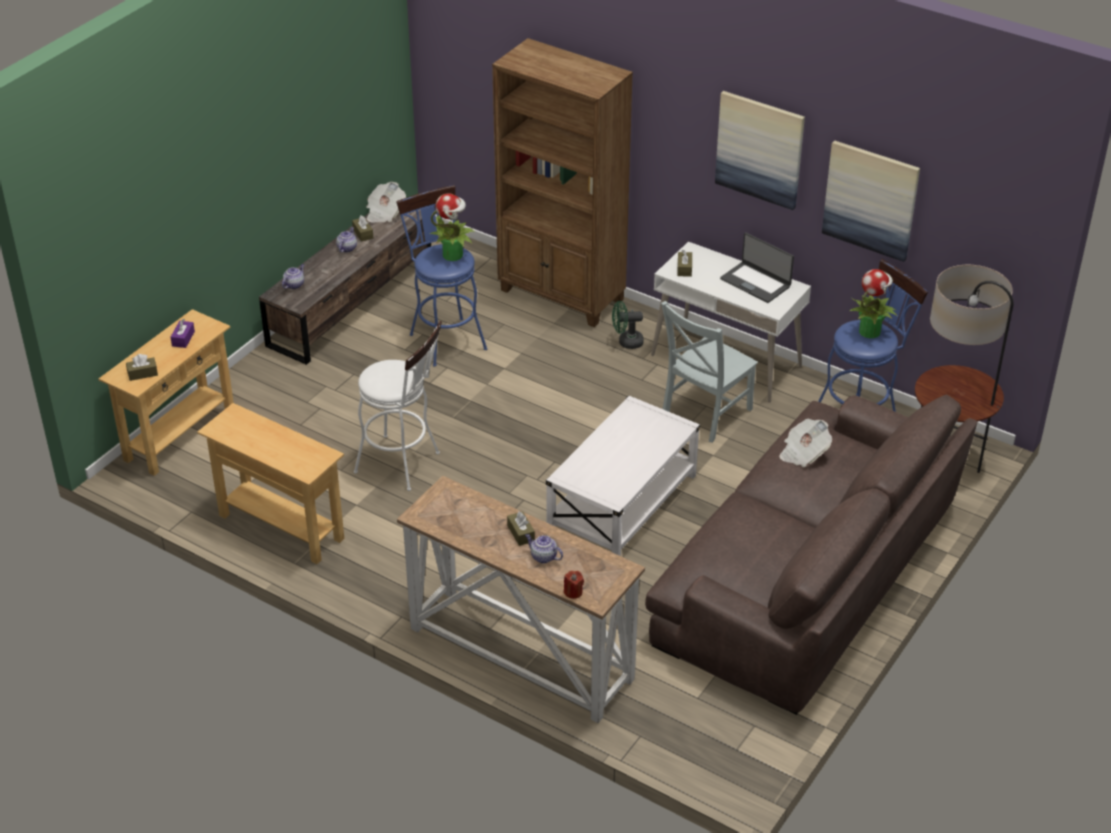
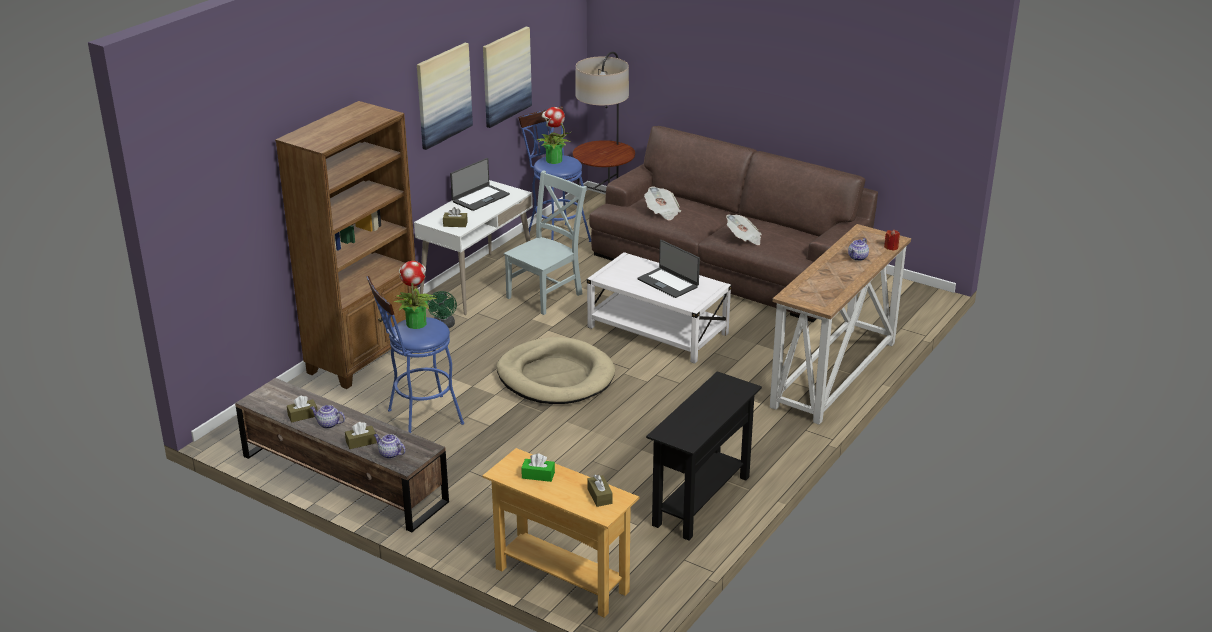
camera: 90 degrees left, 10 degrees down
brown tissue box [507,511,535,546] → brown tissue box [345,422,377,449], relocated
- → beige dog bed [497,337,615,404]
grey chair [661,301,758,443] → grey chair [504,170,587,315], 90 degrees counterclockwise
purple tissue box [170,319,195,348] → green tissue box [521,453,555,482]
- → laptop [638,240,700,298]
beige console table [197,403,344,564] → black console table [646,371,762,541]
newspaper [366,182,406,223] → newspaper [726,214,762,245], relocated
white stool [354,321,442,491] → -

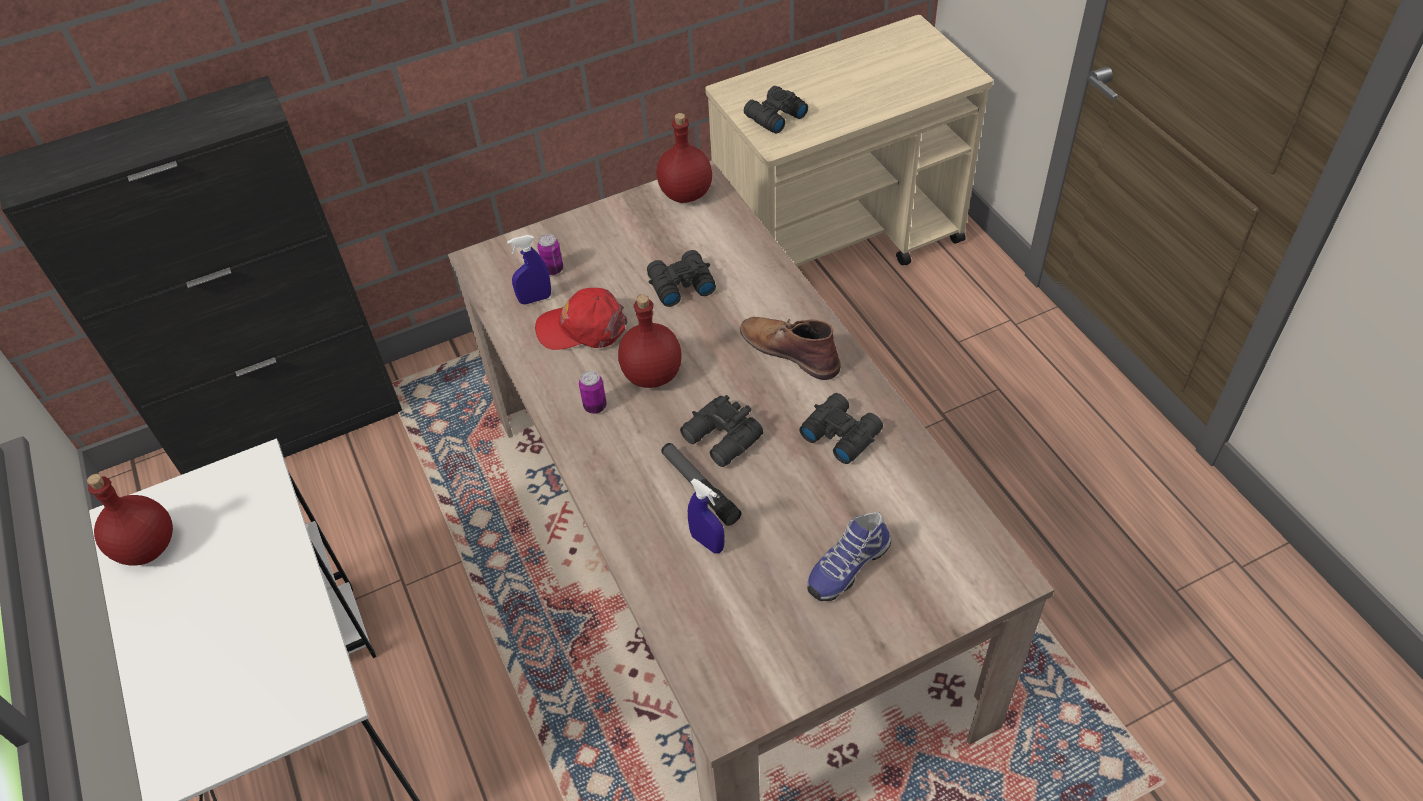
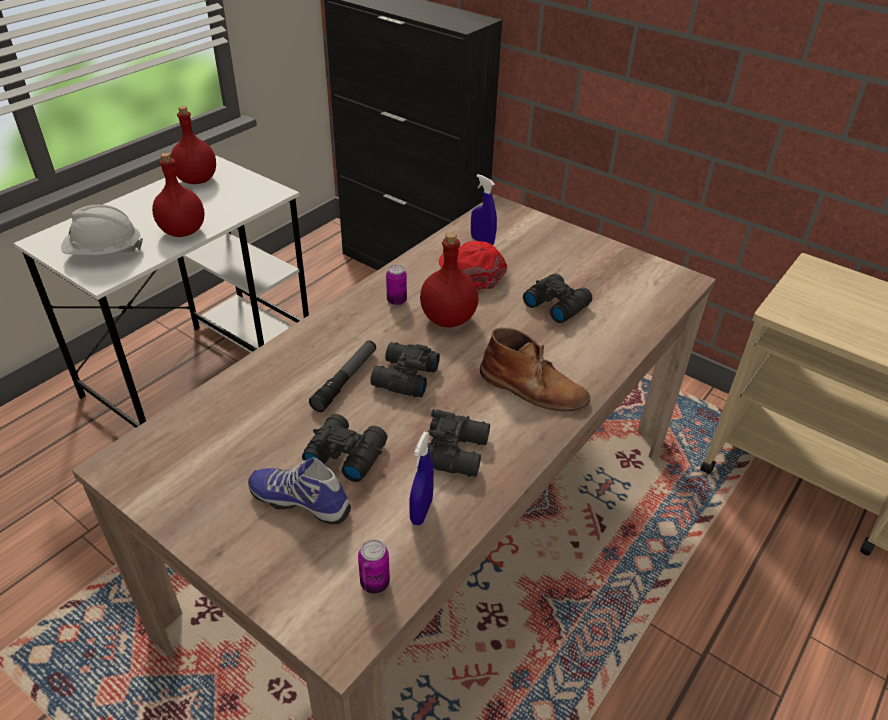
camera: 60 degrees right, 10 degrees down
- → white hard hat [61,205,143,255]
red bottle [657,113,712,203] → red bottle [152,153,205,237], relocated
black binoculars [744,86,808,134] → black binoculars [302,414,387,482], relocated
can [537,234,563,275] → can [358,540,390,594], relocated
blue spray bottle [688,479,725,554] → blue spray bottle [409,432,434,525], relocated
brown boot [740,317,841,380] → brown boot [480,328,590,411], 105 degrees clockwise

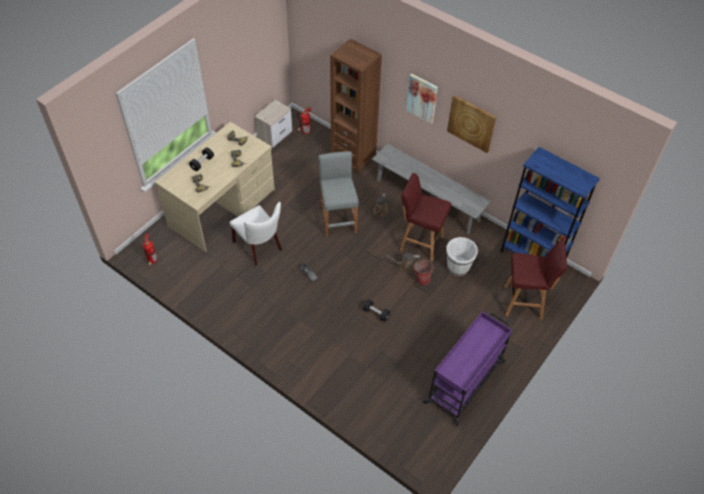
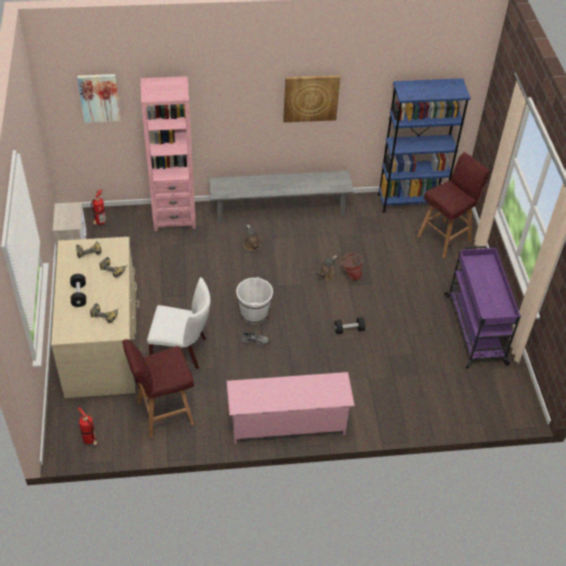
camera: 45 degrees left, 5 degrees down
picture [406,73,438,124] → picture [77,74,121,123], relocated
red stool [400,173,451,262] → red stool [122,339,194,438], relocated
brown bookcase [330,38,382,175] → pink bookcase [141,76,196,231]
- → pink shoe rack [226,372,355,444]
white bucket [446,237,478,276] → white bucket [236,277,273,324], relocated
grey stool [318,151,359,237] → -

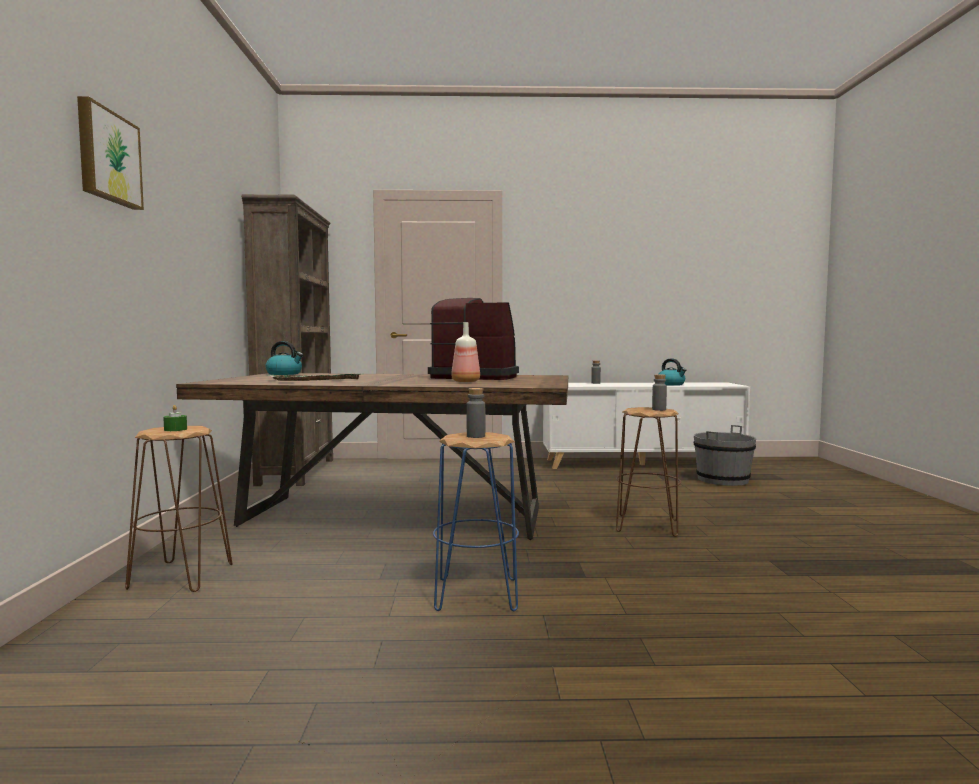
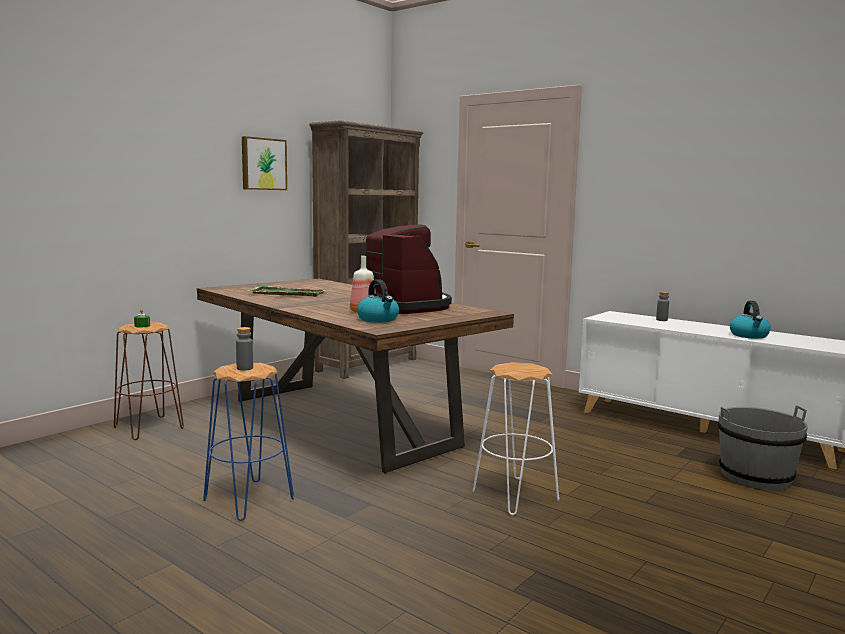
camera: 40 degrees right, 5 degrees up
picture [77,96,144,210] → picture [242,136,287,190], relocated
kettle [265,341,303,375] → kettle [357,279,399,322], relocated
brown stool [616,407,681,537] → white stool [472,362,559,515]
grey bottle [652,374,667,411] → -

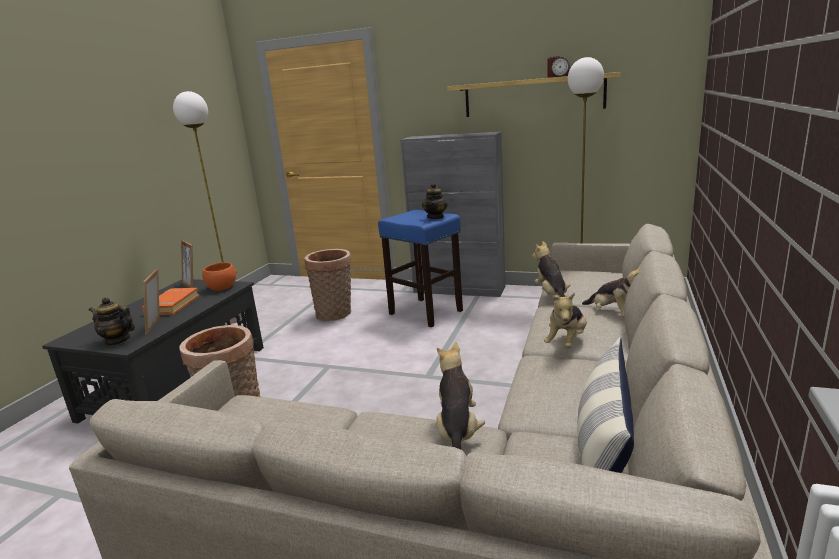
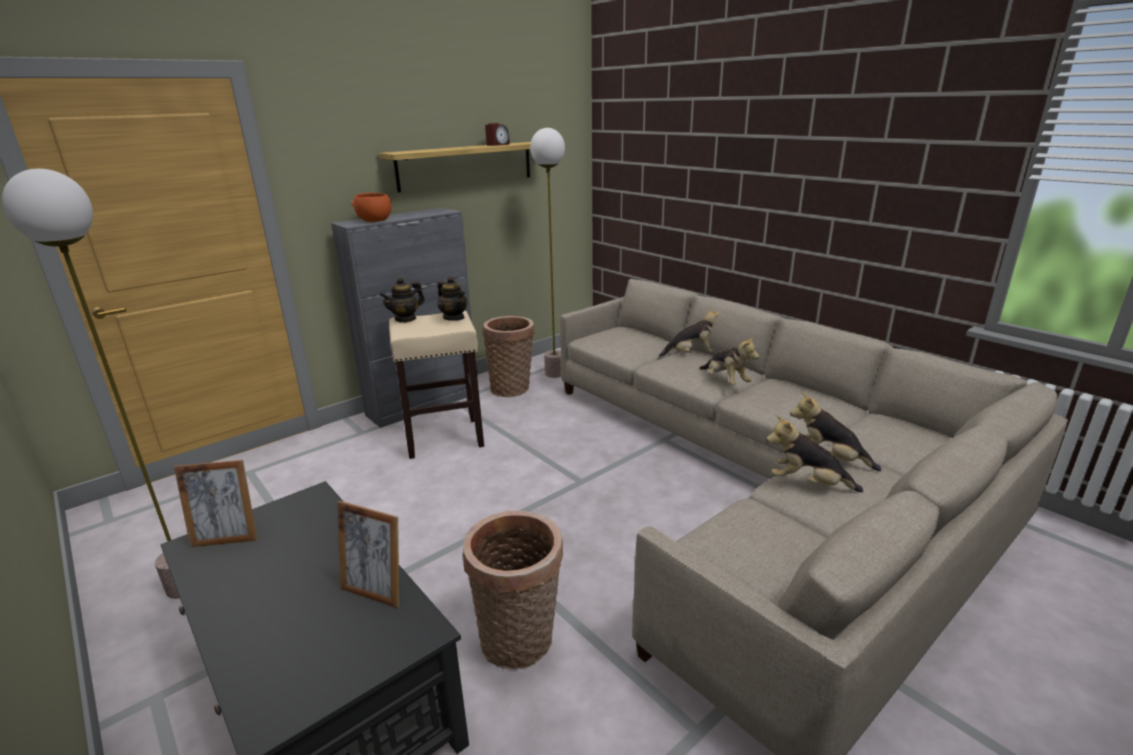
camera: 60 degrees left, 5 degrees up
orange bowl [202,262,237,291] → orange bowl [351,193,392,222], relocated
teapot [89,297,135,346] → teapot [380,277,425,323], relocated
blue stool [378,210,463,327] → beige stool [389,311,484,459]
basket [305,249,352,321] → basket [483,316,535,397], relocated
plush toy [532,241,570,297] → plush toy [766,415,863,492], relocated
orange book [142,288,199,315] → -
pillow [577,337,634,473] → -

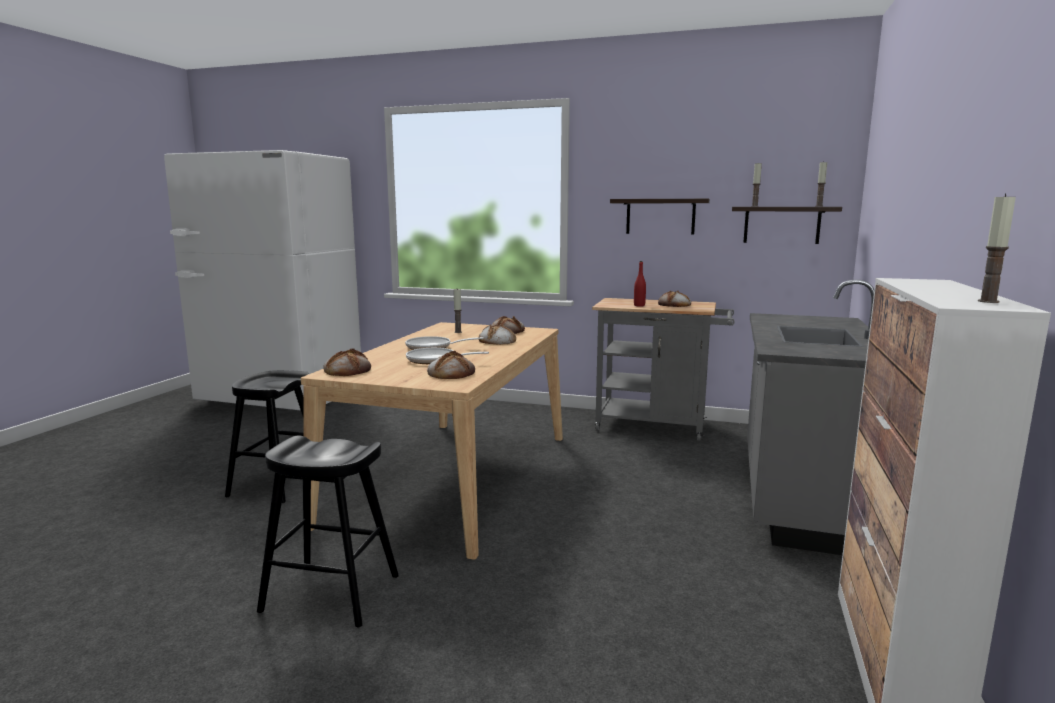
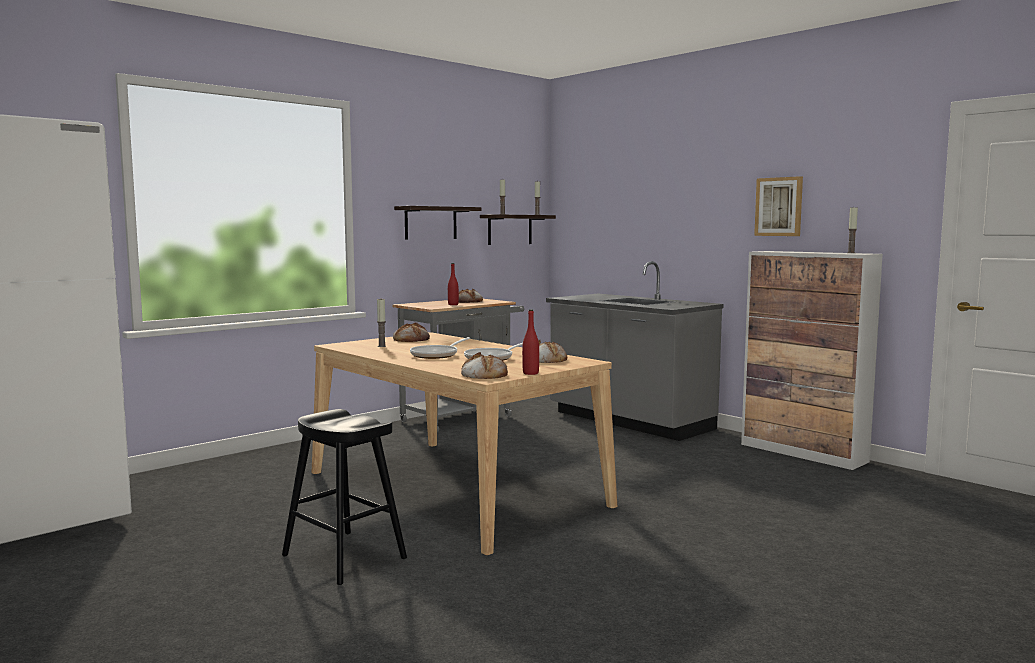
camera: 60 degrees left, 5 degrees down
- → red bottle [522,309,539,375]
- → picture [754,176,803,236]
black stool [257,436,399,627] → -
bread [479,324,516,344] → -

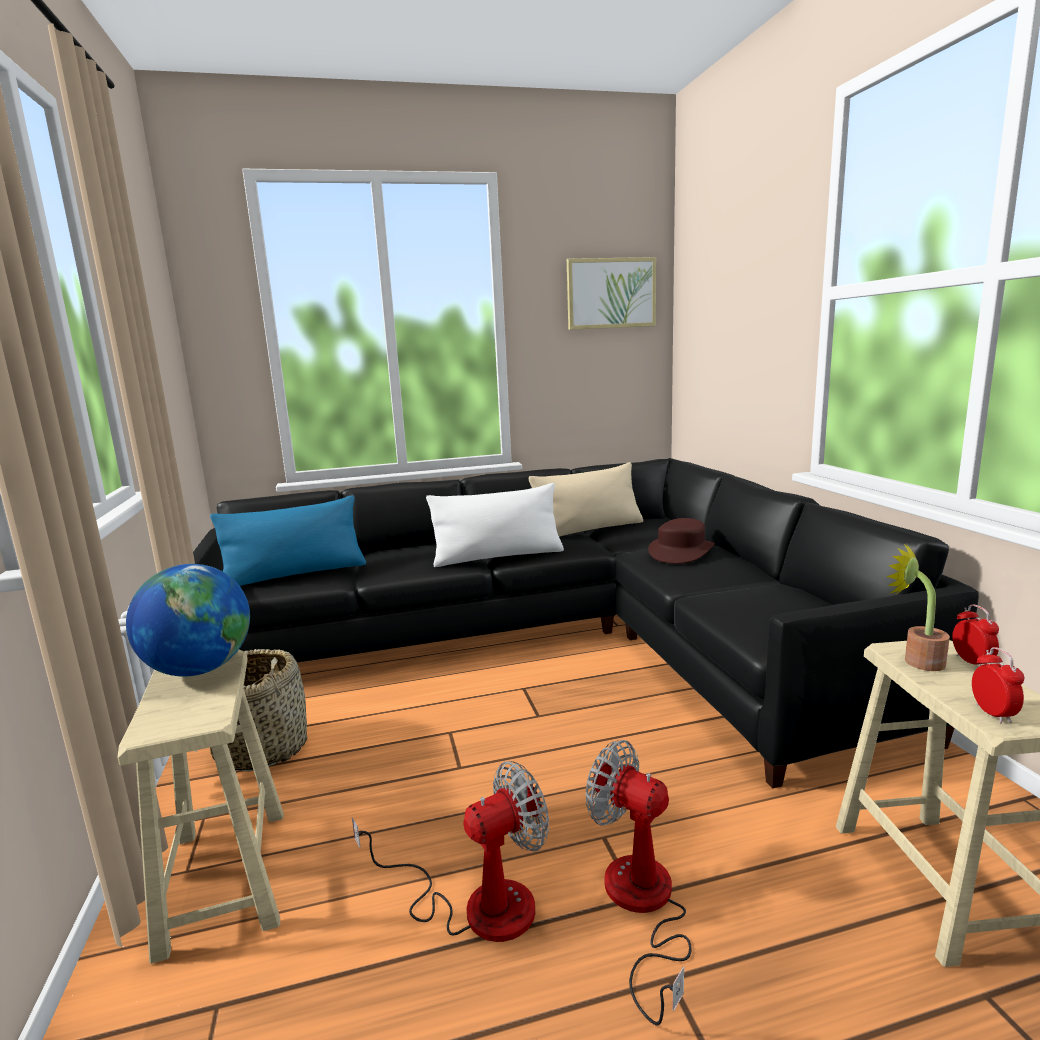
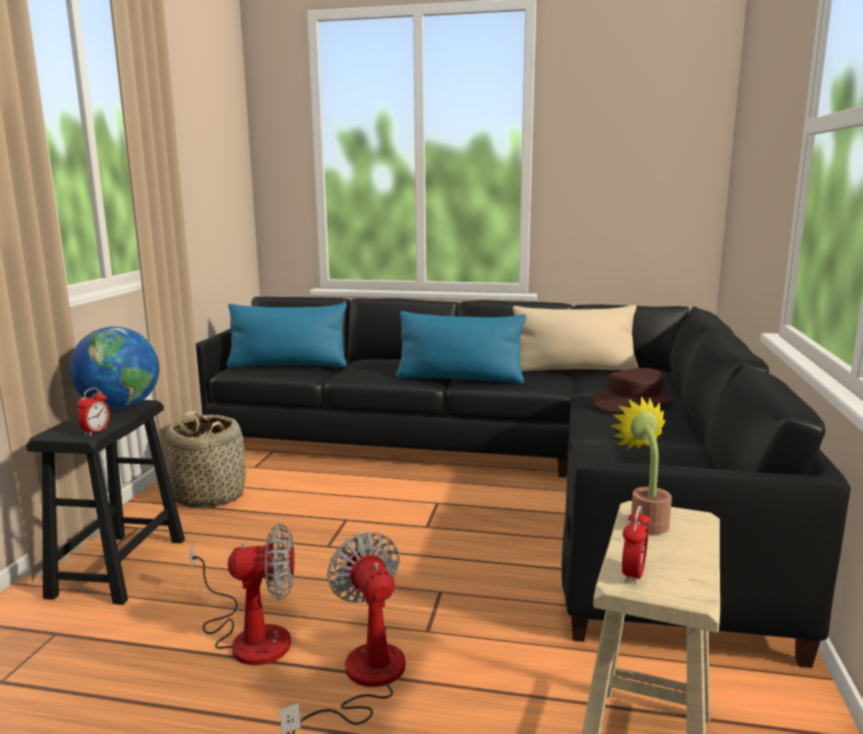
camera: 25 degrees right, 0 degrees up
beige stool [117,650,284,964] → black stool [26,400,185,605]
alarm clock [952,604,999,667] → alarm clock [77,388,110,436], relocated
white pillow [426,483,564,567] → blue pillow [396,311,527,384]
picture [567,257,656,330] → -

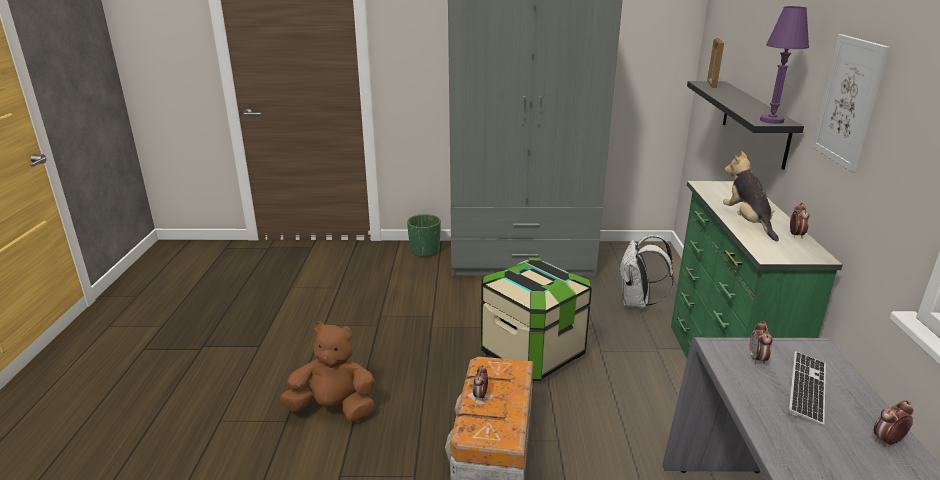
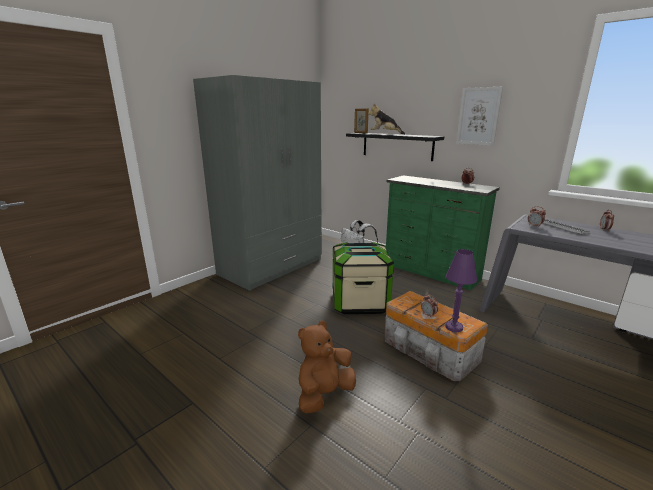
camera: 50 degrees left, 5 degrees down
plush toy [723,151,779,241] → plush toy [368,103,405,135], relocated
purple table lamp [760,6,809,124] → purple table lamp [445,249,477,332], relocated
green planter [407,214,441,256] → -

